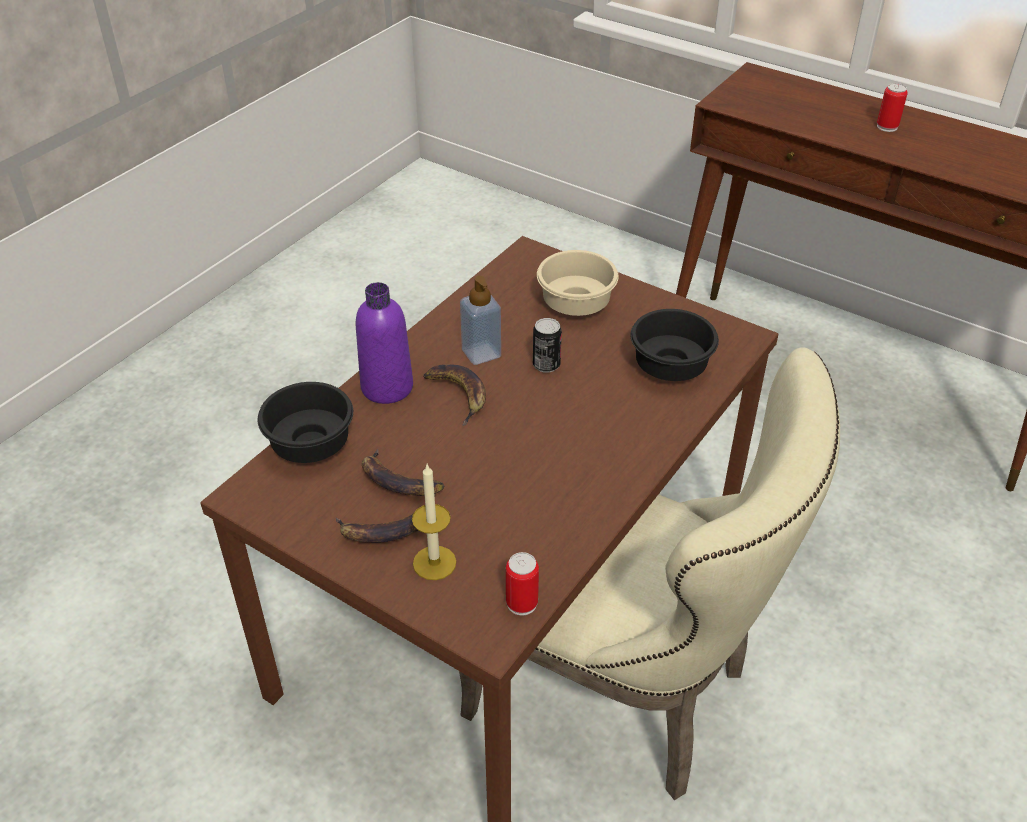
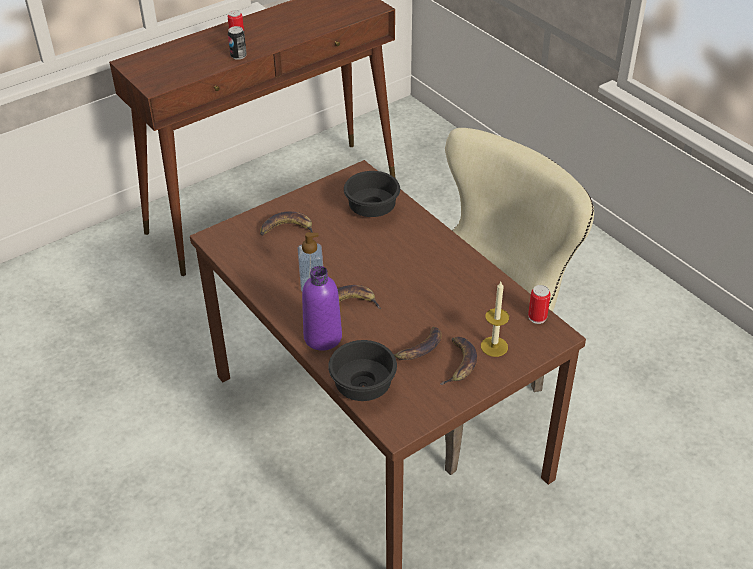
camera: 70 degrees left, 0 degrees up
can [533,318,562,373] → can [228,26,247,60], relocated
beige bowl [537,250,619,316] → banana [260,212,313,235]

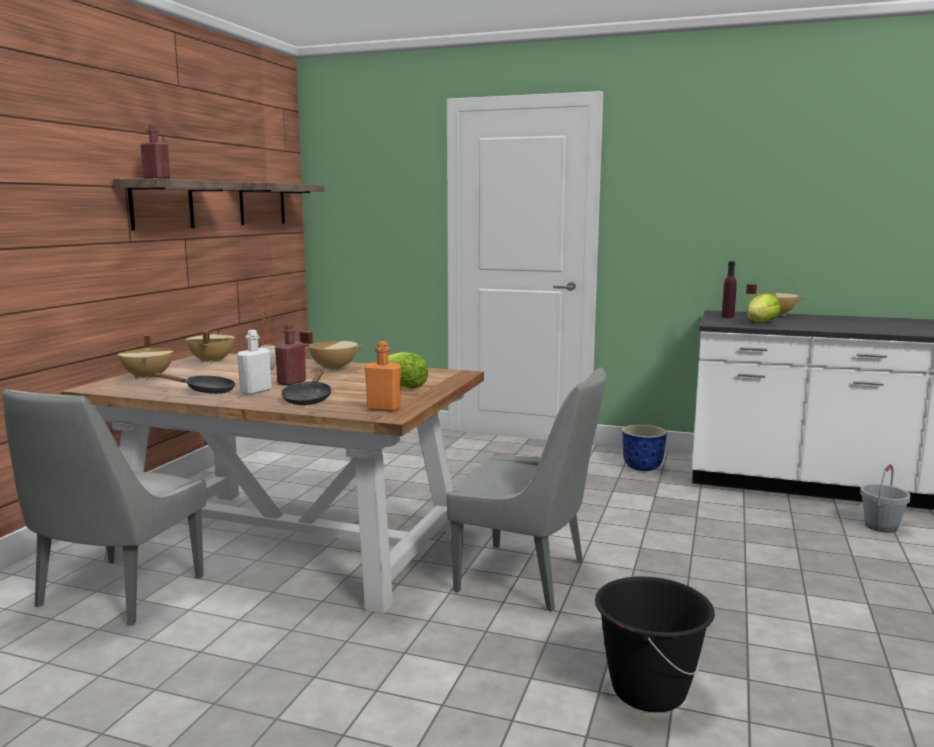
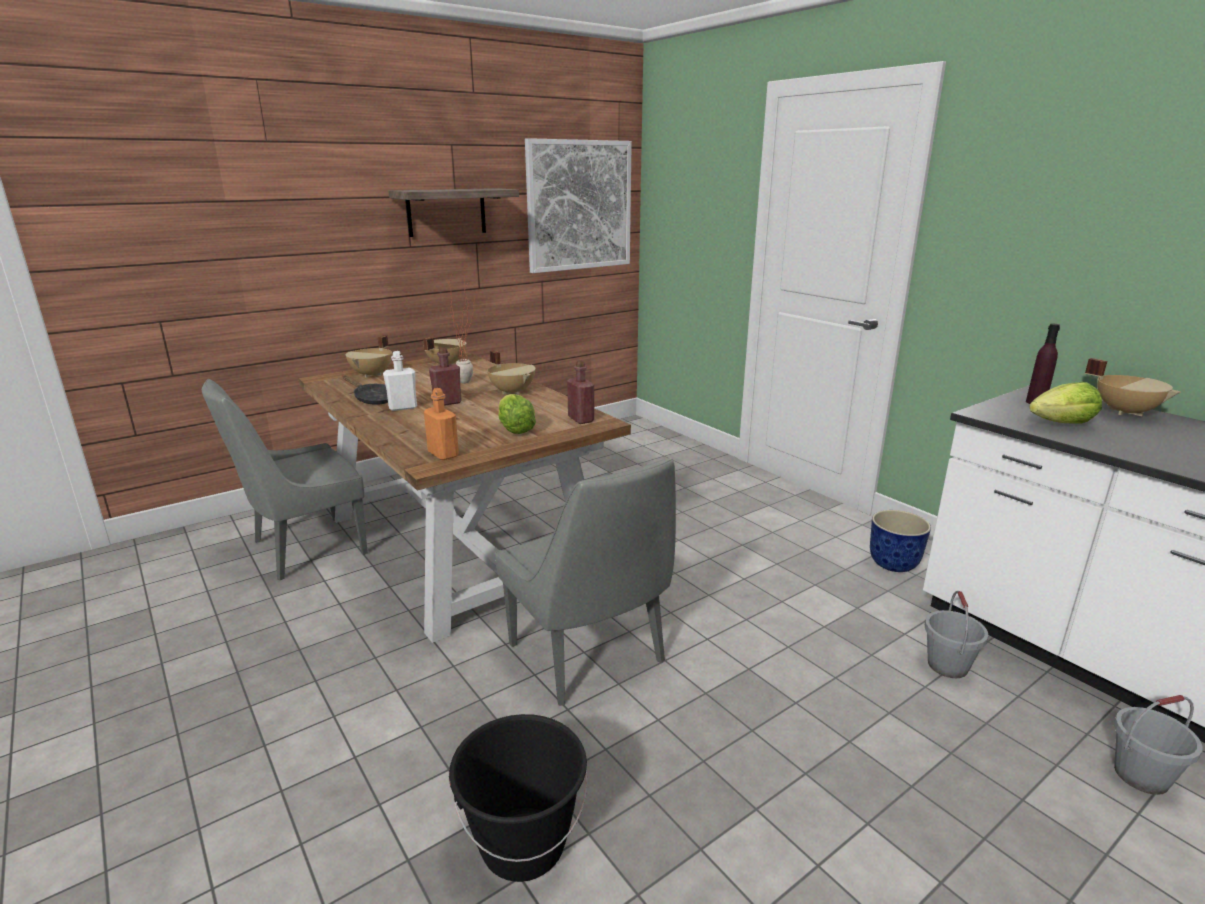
camera: 35 degrees right, 10 degrees up
shelf [239,183,324,225] → picture [525,138,632,273]
red bottle [141,124,170,179] → red bottle [567,360,594,424], relocated
- → grey bucket [925,591,988,678]
black frying pan [281,369,331,405] → -

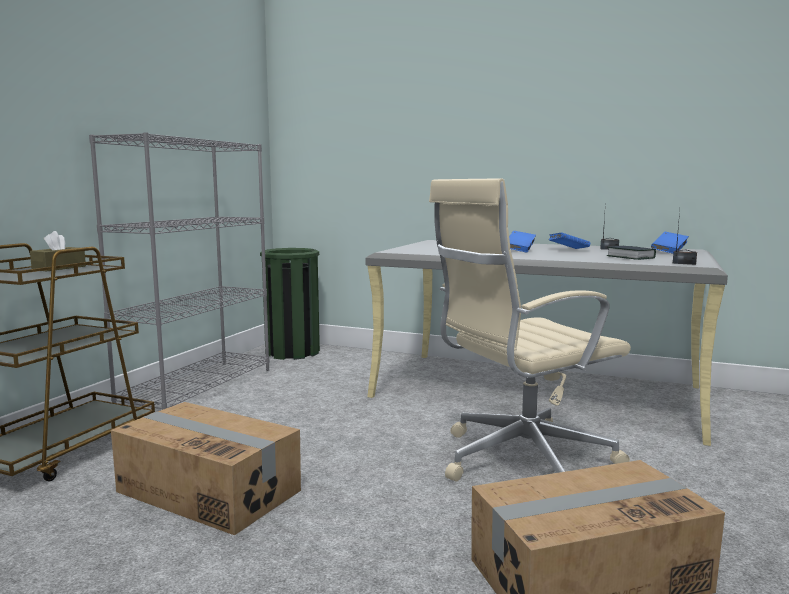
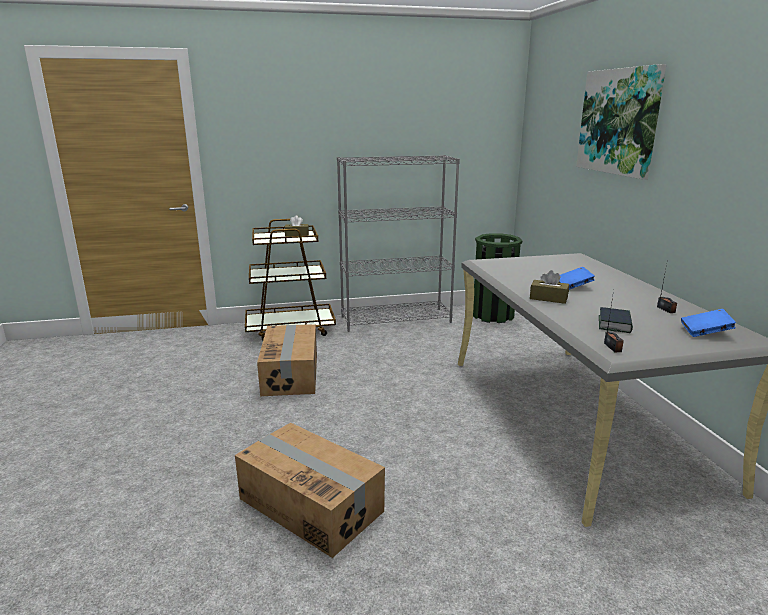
camera: 55 degrees right, 10 degrees up
- → brown tissue box [530,270,569,304]
- → picture [576,64,666,179]
beige office chair [429,178,631,481] → -
blue book [549,233,590,249] → -

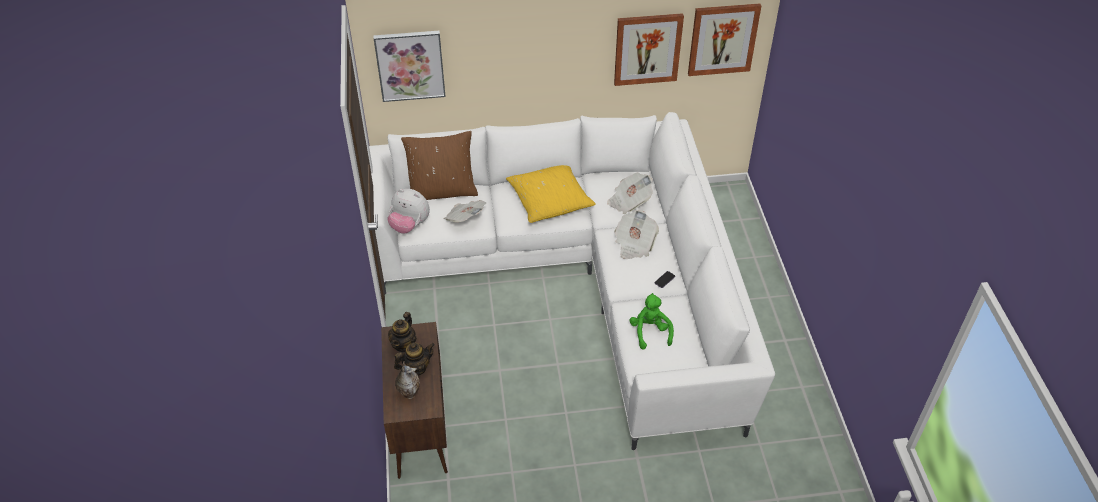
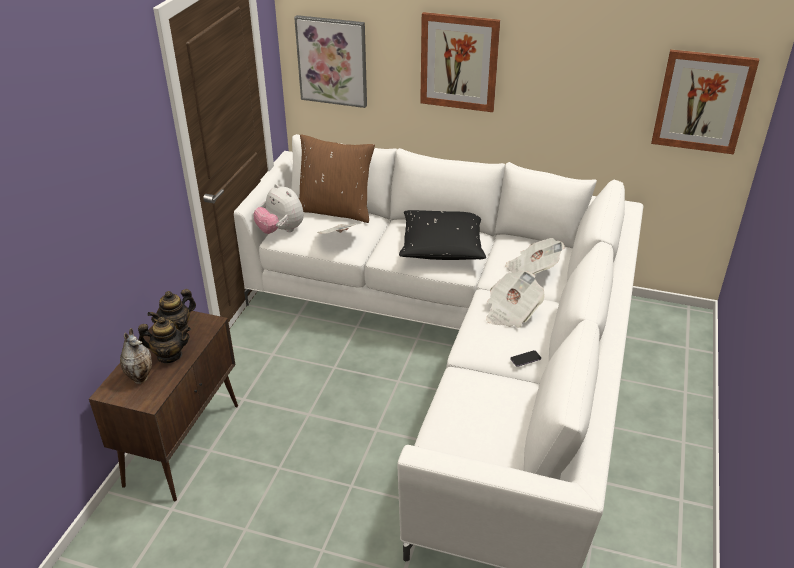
camera: 25 degrees right, 10 degrees down
yellow pillow [506,165,596,223] → black pillow [399,210,486,260]
picture [614,13,684,86] → picture [420,12,500,112], relocated
green plush toy [630,293,674,349] → -

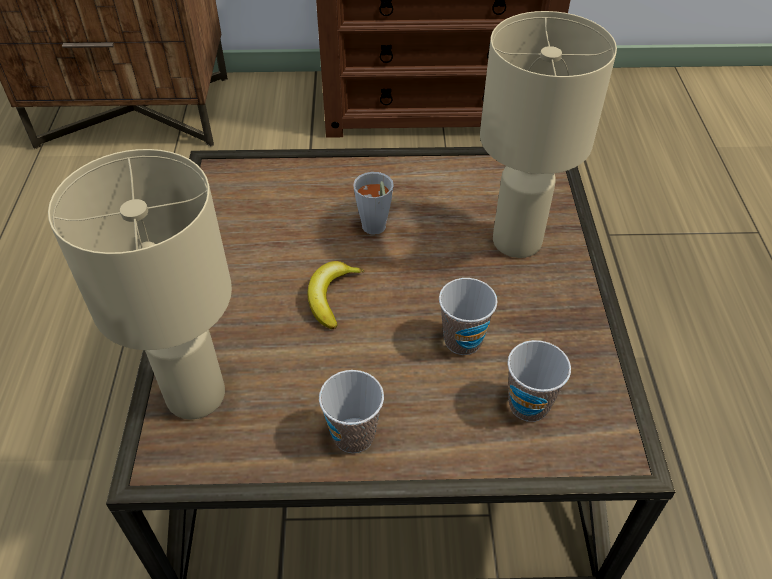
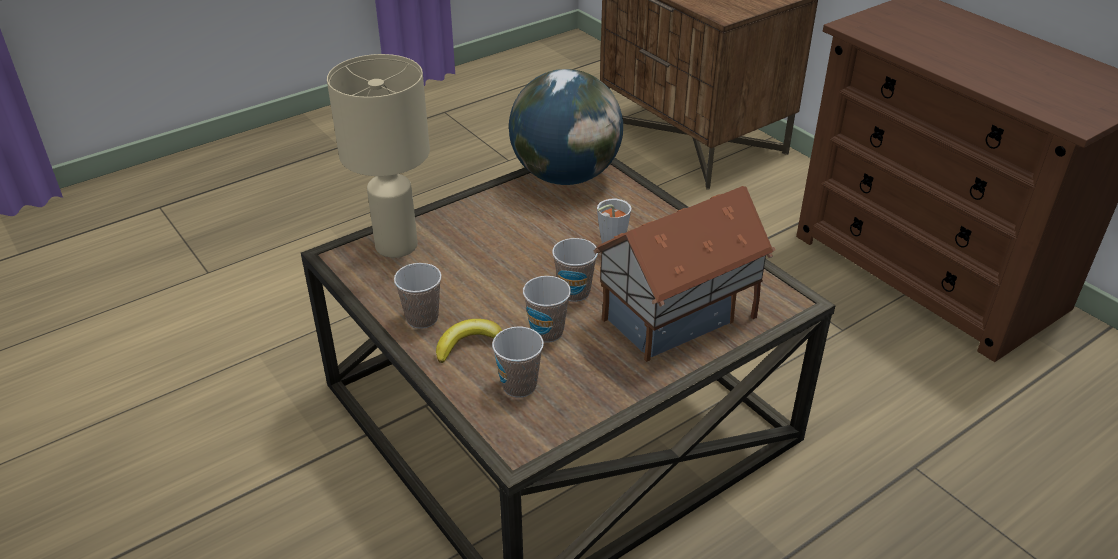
camera: 55 degrees right, 10 degrees down
banana [308,261,364,329] → banana [436,319,502,363], relocated
- → globe [509,69,623,185]
- → cup [552,238,598,302]
beige table lamp [480,11,617,258] → toy house [593,186,776,362]

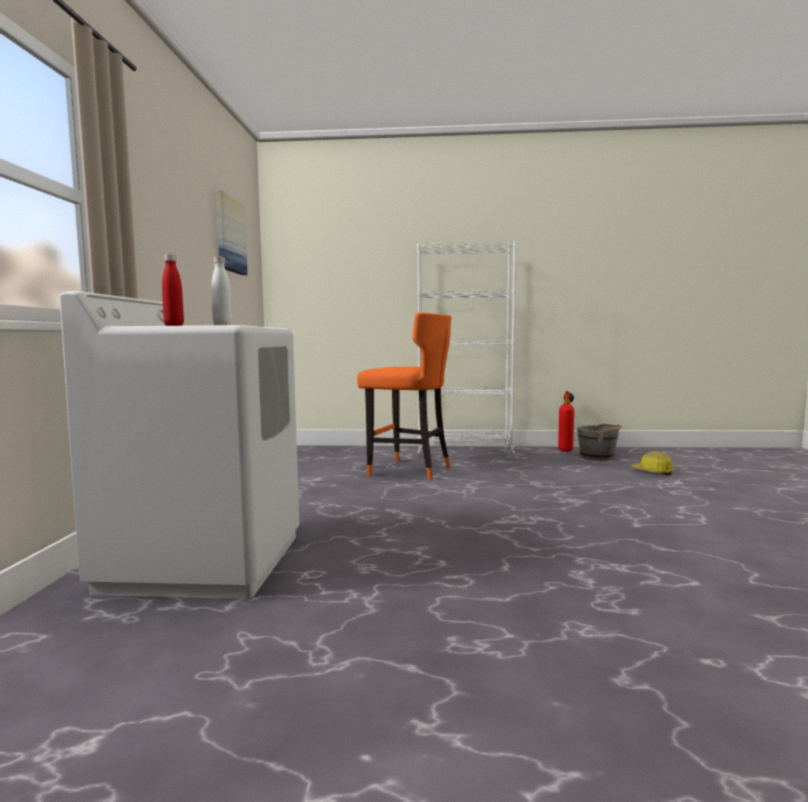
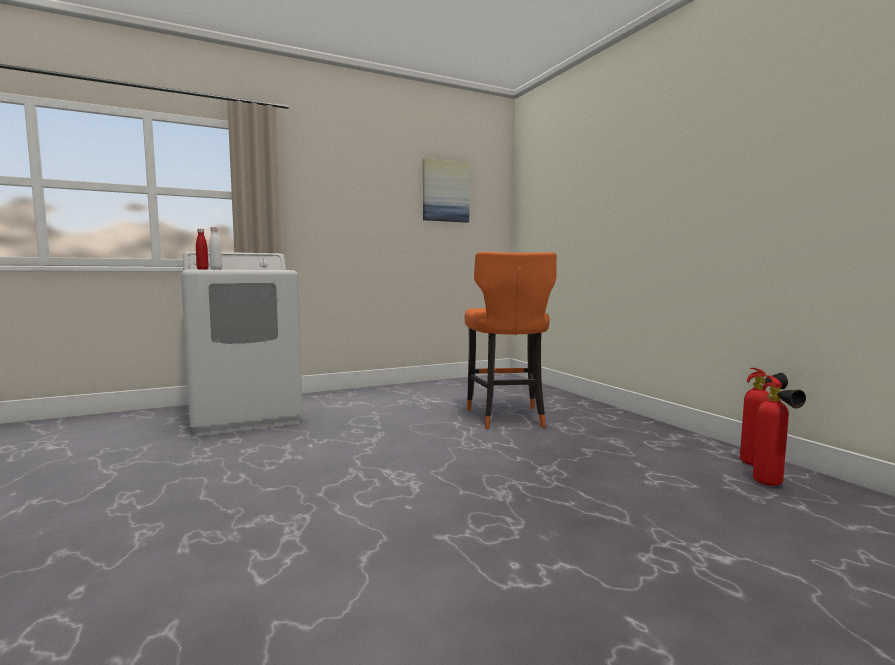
camera: 60 degrees right, 0 degrees up
grey bucket [577,424,621,460] → fire extinguisher [753,375,806,486]
white bookcase [417,241,517,456] → -
hard hat [631,451,675,475] → -

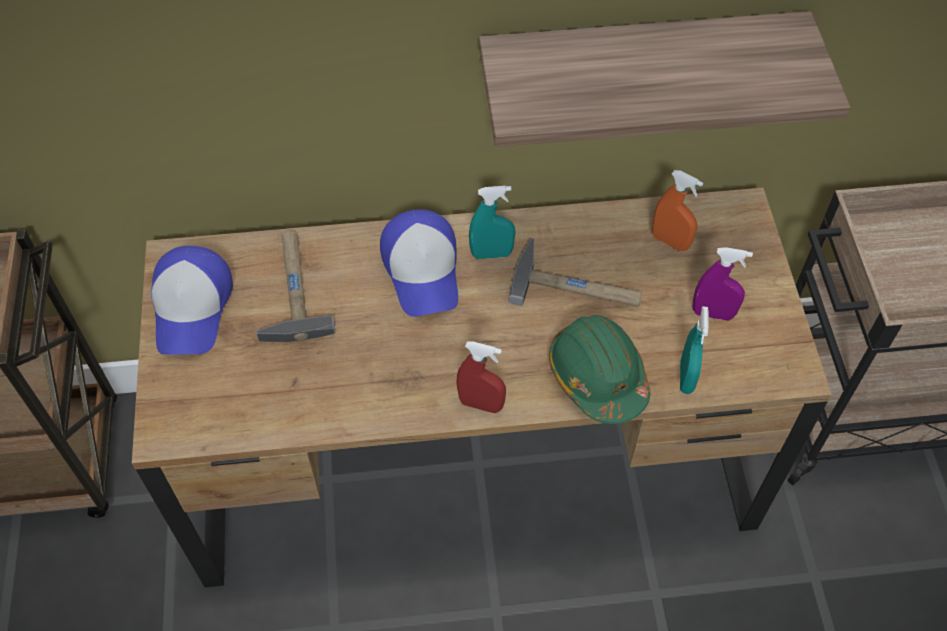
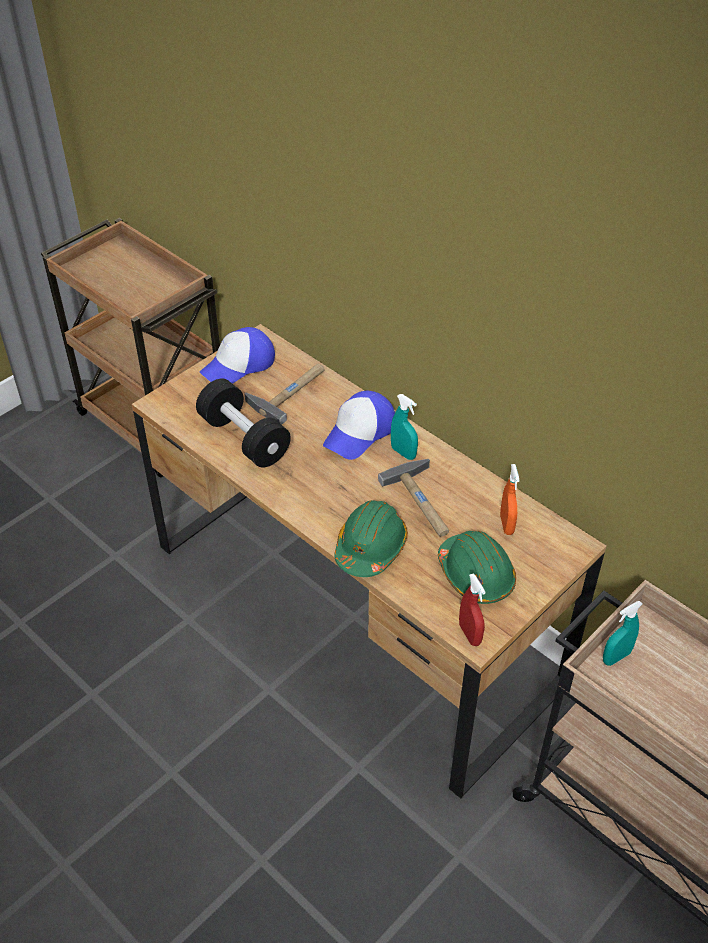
camera: 50 degrees right, 10 degrees down
- → black dumbbell [196,379,291,468]
purple spray bottle [693,247,753,320] → green hard hat [438,531,516,604]
red spray bottle [457,341,506,413] → red spray bottle [459,574,486,646], relocated
turquoise spray bottle [680,306,709,394] → turquoise spray bottle [603,601,642,666], relocated
shelf [479,11,851,147] → -

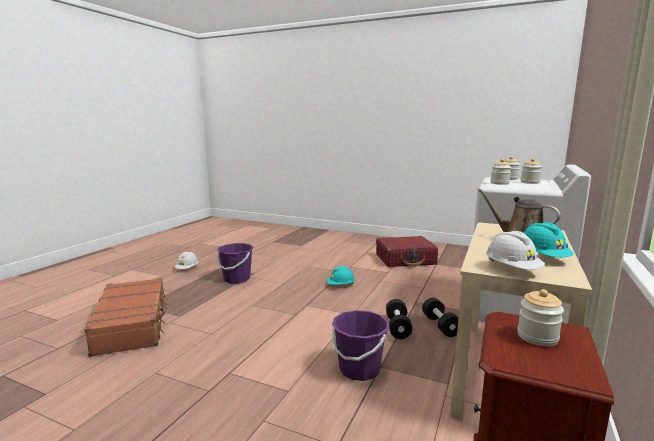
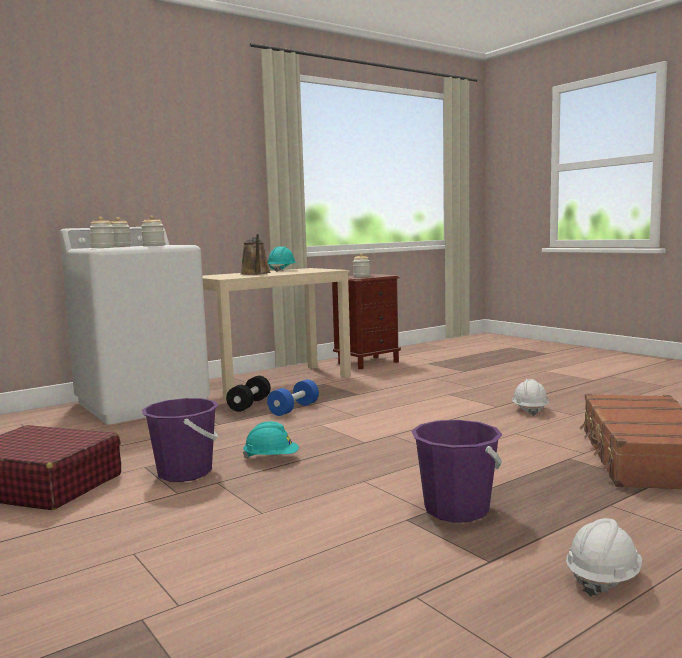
camera: 150 degrees left, 5 degrees down
purple bucket [332,310,389,381] → purple bucket [142,398,218,482], relocated
black dumbbell [386,299,412,339] → blue dumbbell [267,379,319,416]
white hard hat [486,231,545,270] → white hard hat [512,379,549,416], relocated

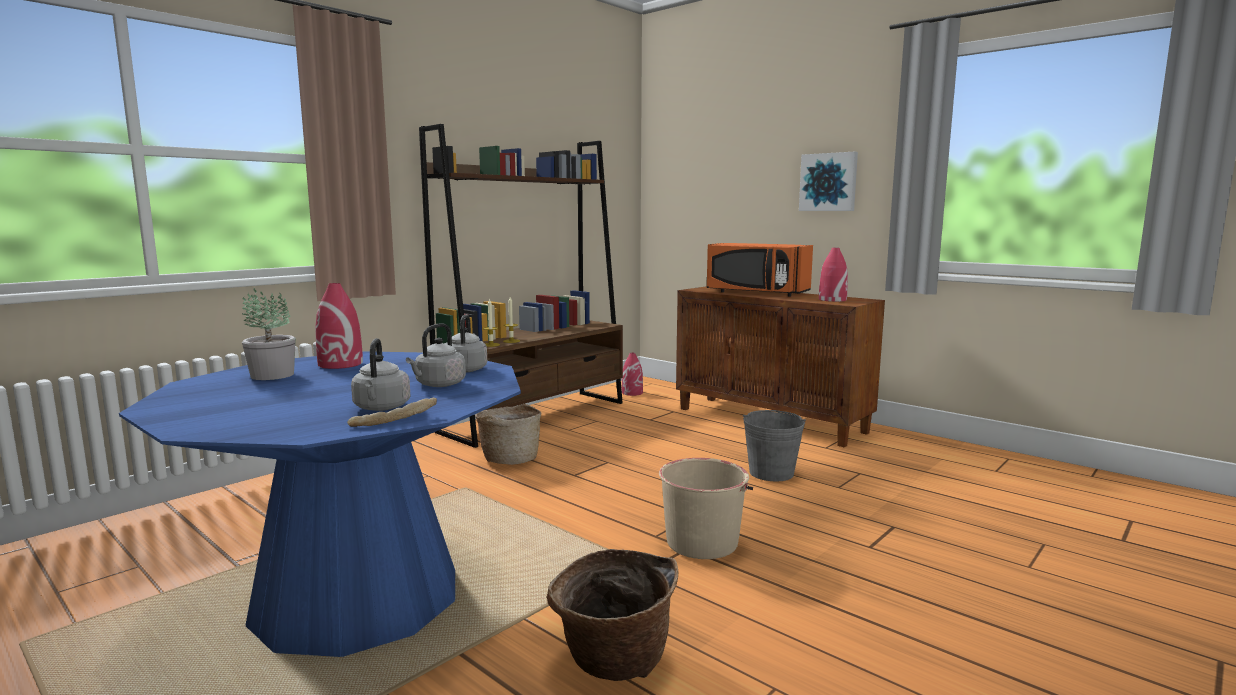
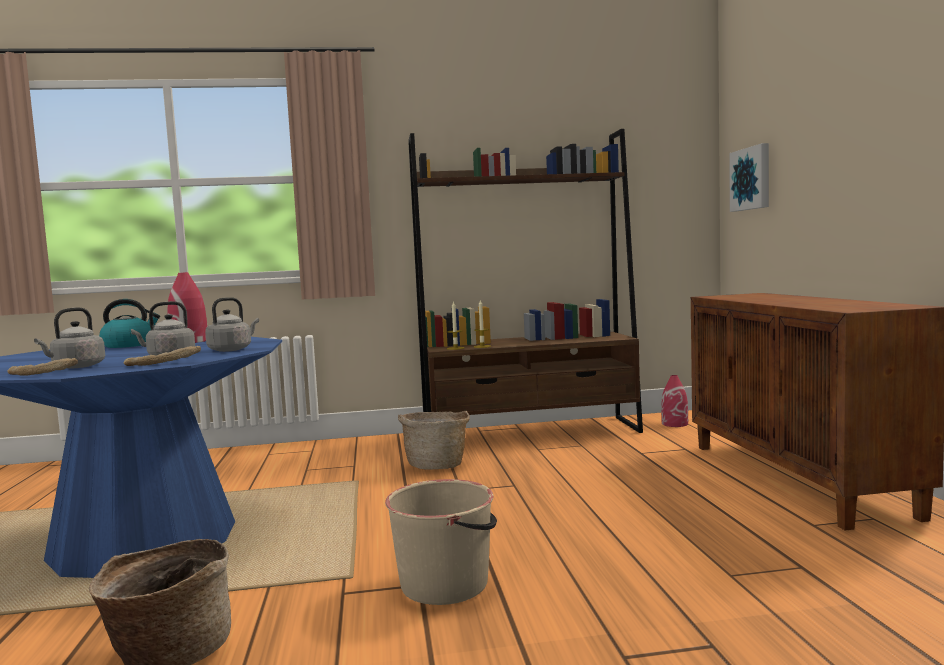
camera: 40 degrees right, 5 degrees down
potted plant [242,288,296,380] → kettle [99,299,160,348]
- → bread [124,346,201,366]
picture [799,152,858,211] → picture [729,143,769,212], relocated
orange microwave [707,243,813,297] → -
grey bucket [743,410,806,481] → -
red vase [819,248,848,302] → -

